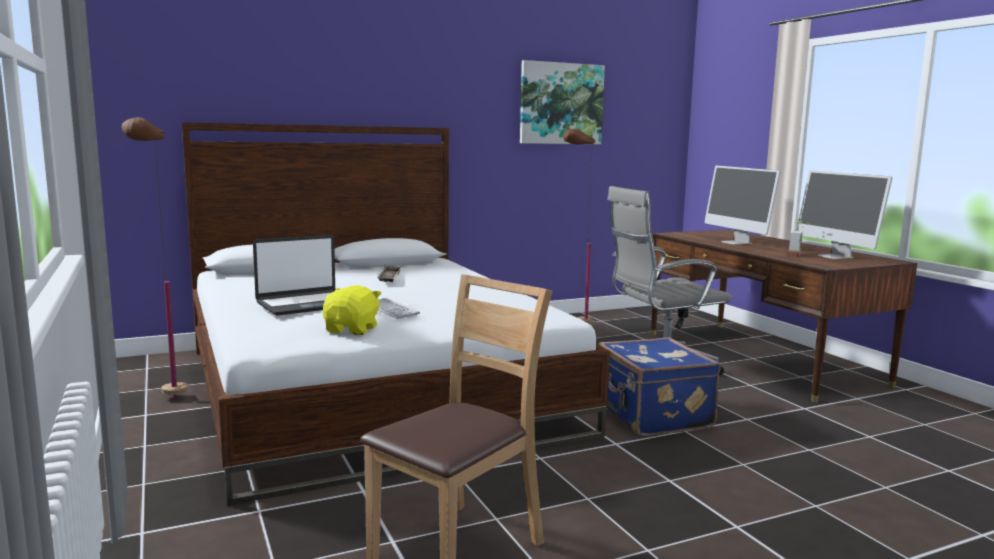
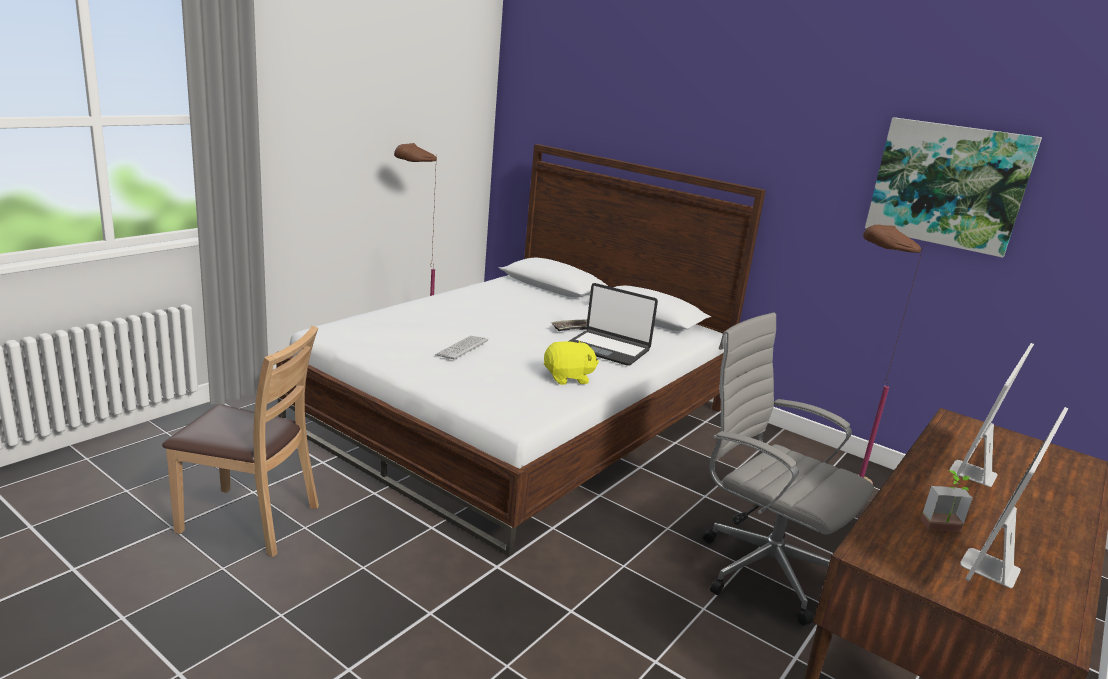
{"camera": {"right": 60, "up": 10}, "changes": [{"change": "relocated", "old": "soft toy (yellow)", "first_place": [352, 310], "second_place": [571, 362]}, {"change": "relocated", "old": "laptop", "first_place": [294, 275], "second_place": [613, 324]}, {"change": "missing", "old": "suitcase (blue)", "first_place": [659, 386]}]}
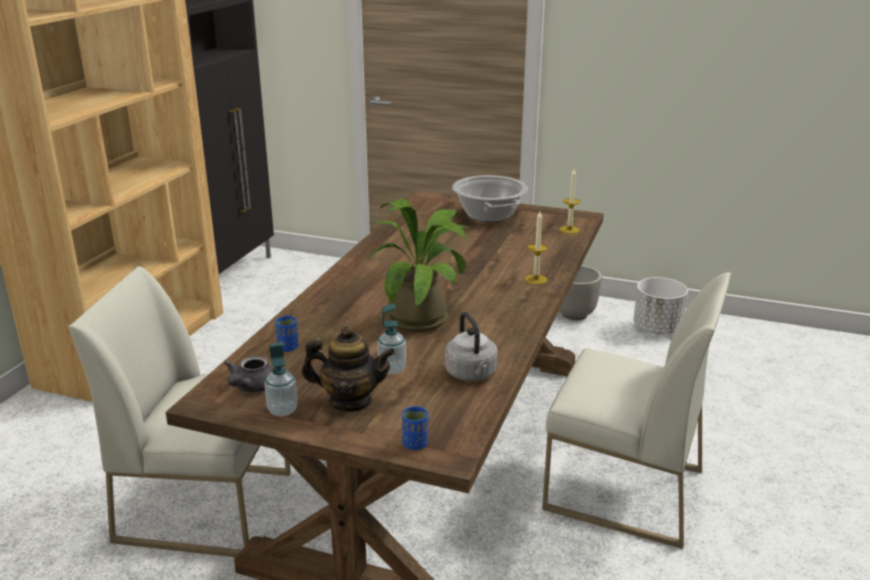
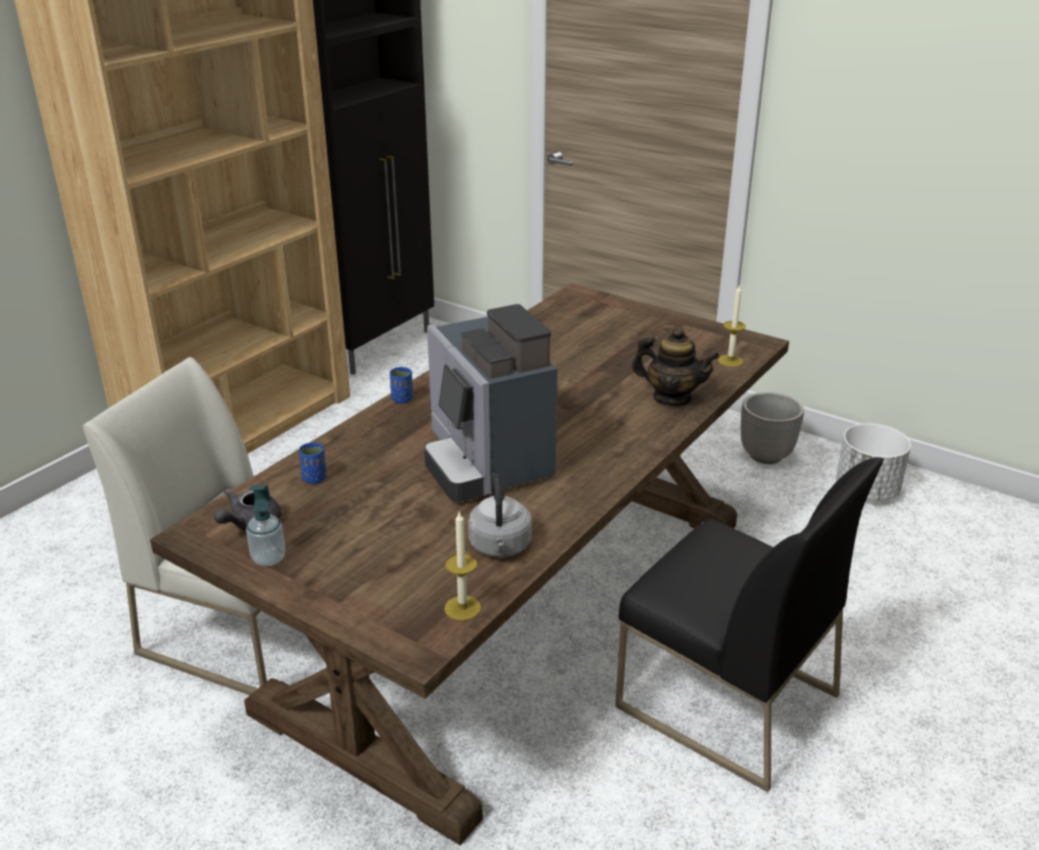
{"camera": {"right": 15, "up": 5}, "changes": [{"change": "relocated", "old": "cup (blue)", "first_place": [415, 428], "second_place": [401, 385]}, {"change": "exchanged", "old": "houseplant", "new": "coffee brewer", "first_place": [417, 265], "second_place": [491, 403]}, {"change": "relocated", "old": "candle", "first_place": [536, 248], "second_place": [462, 566]}, {"change": "colour", "old": "chair (whitish)", "new": "chair (black)", "first_place": [636, 410], "second_place": [749, 624]}, {"change": "relocated", "old": "tea pot", "first_place": [348, 368], "second_place": [675, 366]}, {"change": "missing", "old": "soap bottle", "first_place": [391, 338]}, {"change": "missing", "old": "cooking pot", "first_place": [490, 198]}]}
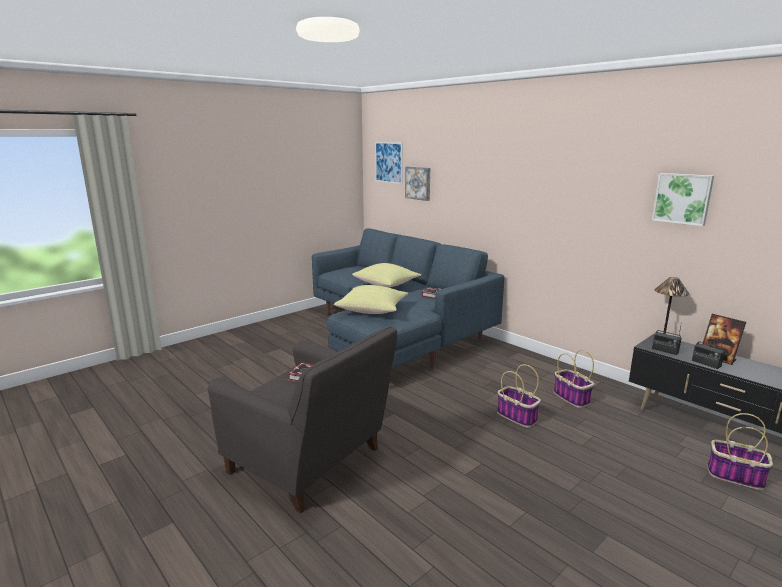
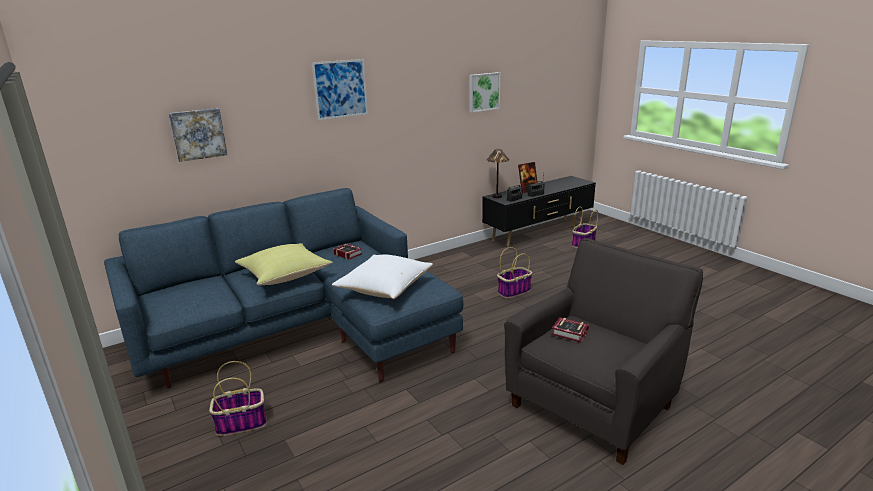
{"camera": {"right": -80, "up": 5}, "changes": [{"change": "relocated", "old": "storage basket", "first_place": [574, 379], "second_place": [238, 398]}, {"change": "relocated", "old": "wall art", "first_place": [389, 163], "second_place": [340, 89]}, {"change": "colour", "old": "pillow (yellow)", "new": "pillow (whitish)", "first_place": [371, 299], "second_place": [382, 277]}]}
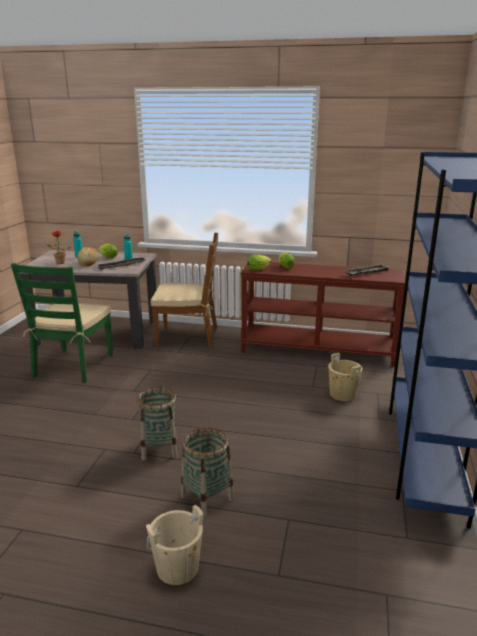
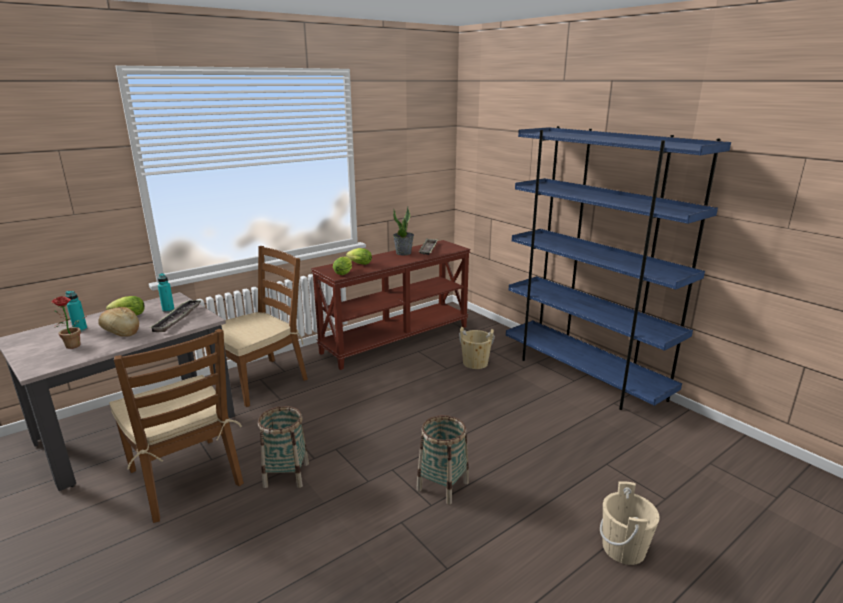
{"camera": {"right": -50, "up": 0}, "changes": [{"change": "colour", "old": "chair (green-coloured)", "new": "chair (brown)", "first_place": [62, 323], "second_place": [176, 426]}, {"change": "relocated", "old": "storage basket", "first_place": [207, 472], "second_place": [283, 447]}, {"change": "appeared", "new": "houseplant", "second_place": [403, 231]}]}
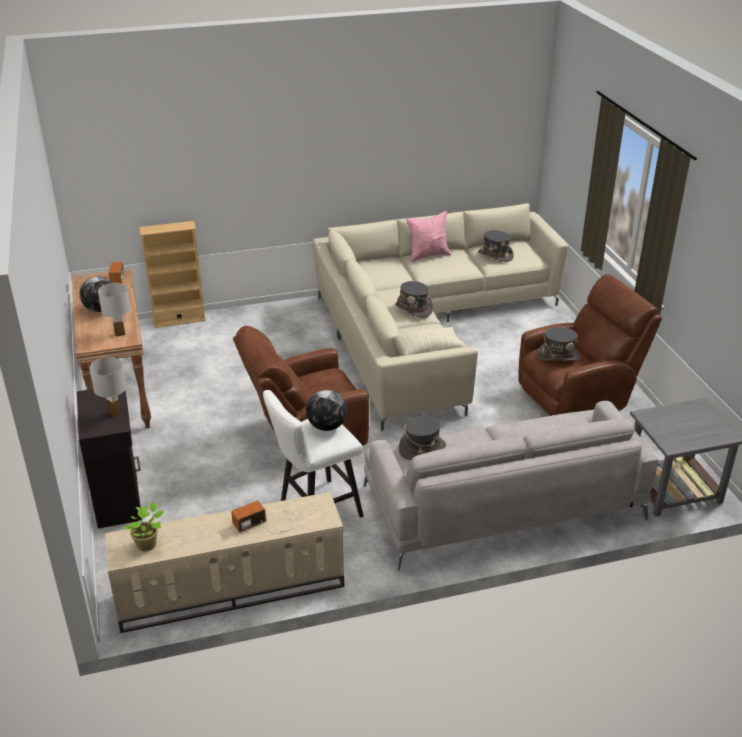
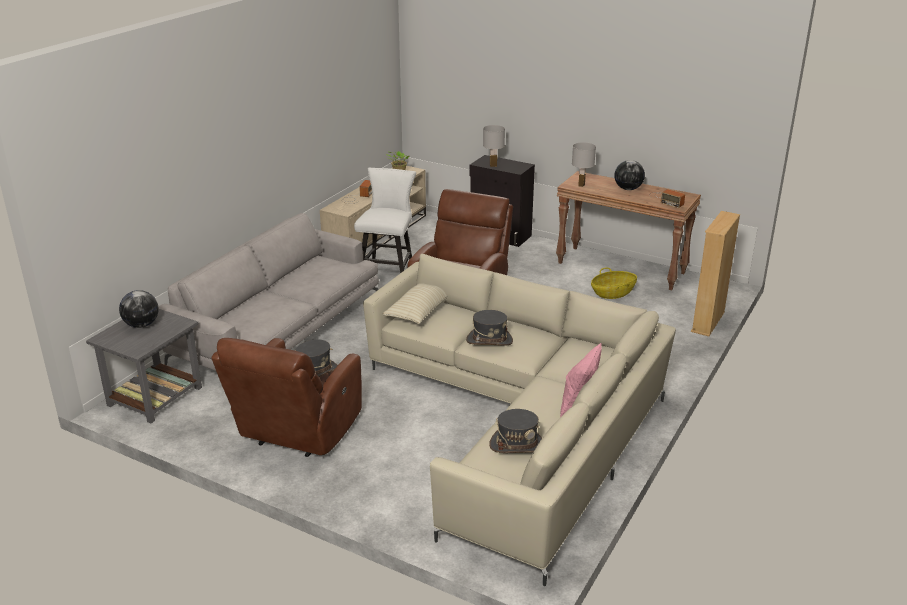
{"camera": {"right": 135, "up": -5}, "changes": [{"change": "relocated", "old": "desk globe", "first_place": [326, 410], "second_place": [139, 309]}, {"change": "appeared", "new": "storage basket", "second_place": [614, 283]}, {"change": "missing", "old": "hat (gray)", "first_place": [422, 438]}]}
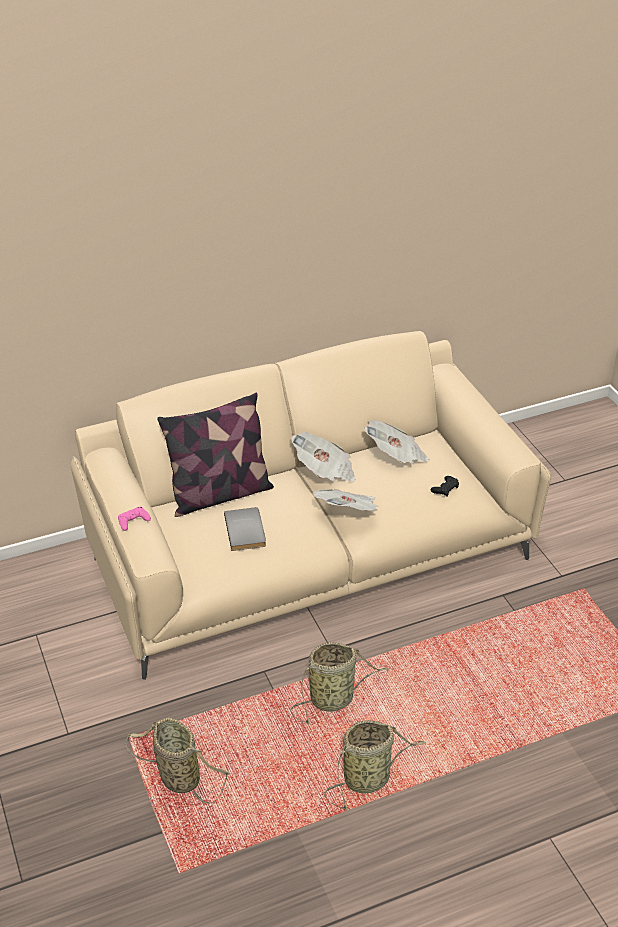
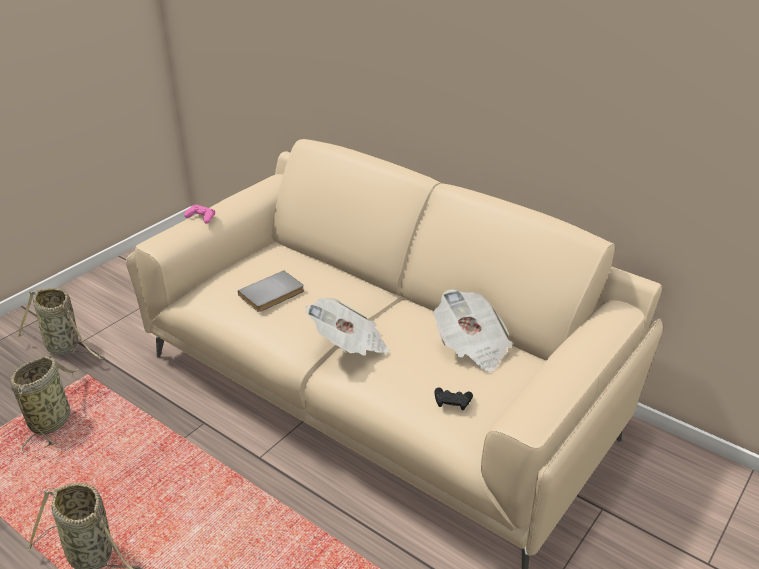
{"camera": {"right": 60, "up": -5}, "changes": [{"change": "relocated", "old": "storage basket", "first_place": [340, 683], "second_place": [61, 323]}, {"change": "missing", "old": "pillow", "first_place": [215, 455]}, {"change": "missing", "old": "printed paper", "first_place": [323, 456]}]}
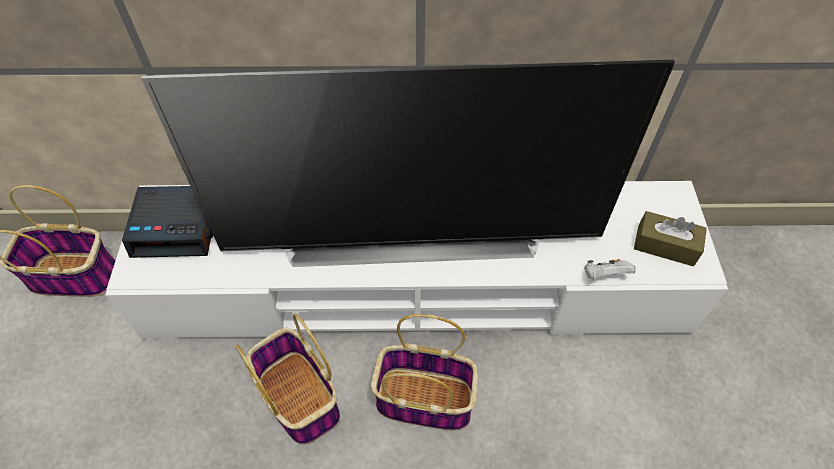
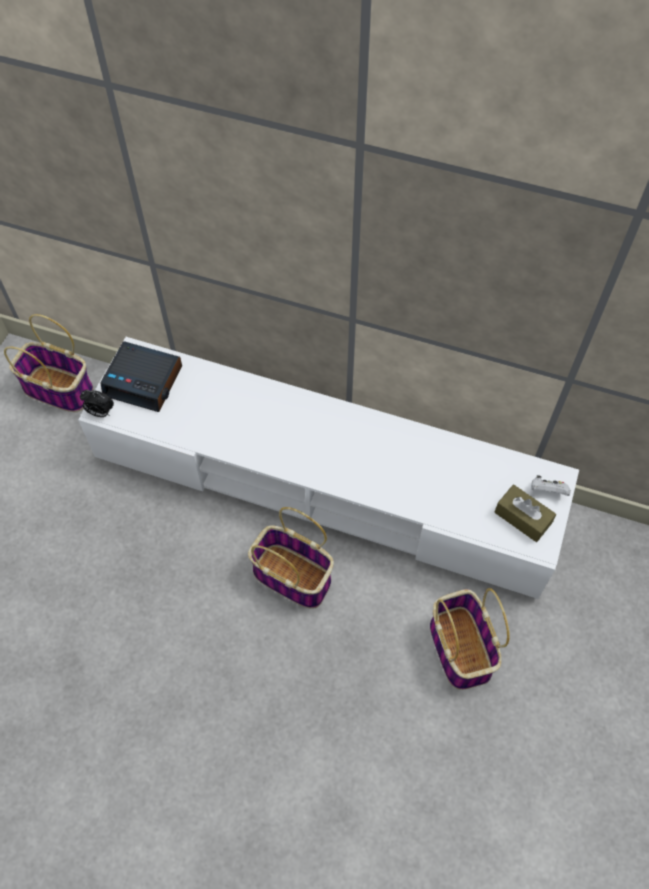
{"camera": {"right": 20, "up": 5}, "changes": [{"change": "appeared", "new": "table clock", "second_place": [97, 403]}, {"change": "relocated", "old": "storage basket", "first_place": [288, 379], "second_place": [470, 639]}, {"change": "relocated", "old": "joypad (whitish)", "first_place": [610, 269], "second_place": [551, 485]}, {"change": "missing", "old": "TV", "first_place": [408, 163]}]}
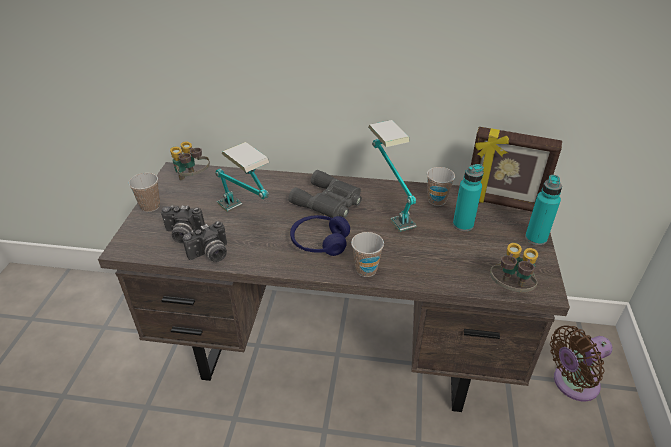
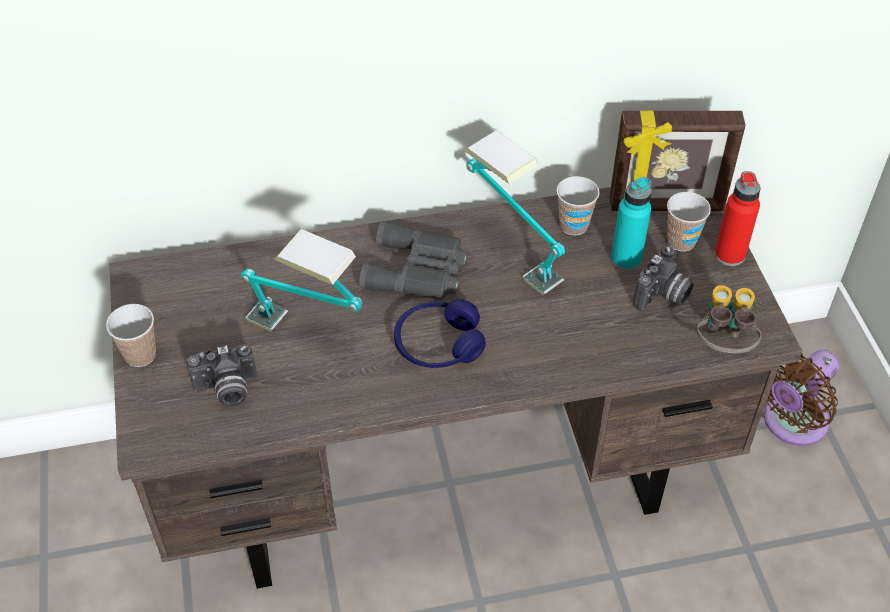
{"camera": {"right": -20, "up": 10}, "changes": [{"change": "relocated", "old": "still camera", "first_place": [205, 241], "second_place": [663, 278]}, {"change": "relocated", "old": "cup", "first_place": [367, 254], "second_place": [689, 221]}, {"change": "colour", "old": "beverage bottle (blue-green)", "new": "beverage bottle (red)", "first_place": [543, 210], "second_place": [738, 218]}, {"change": "missing", "old": "field glasses", "first_place": [190, 160]}]}
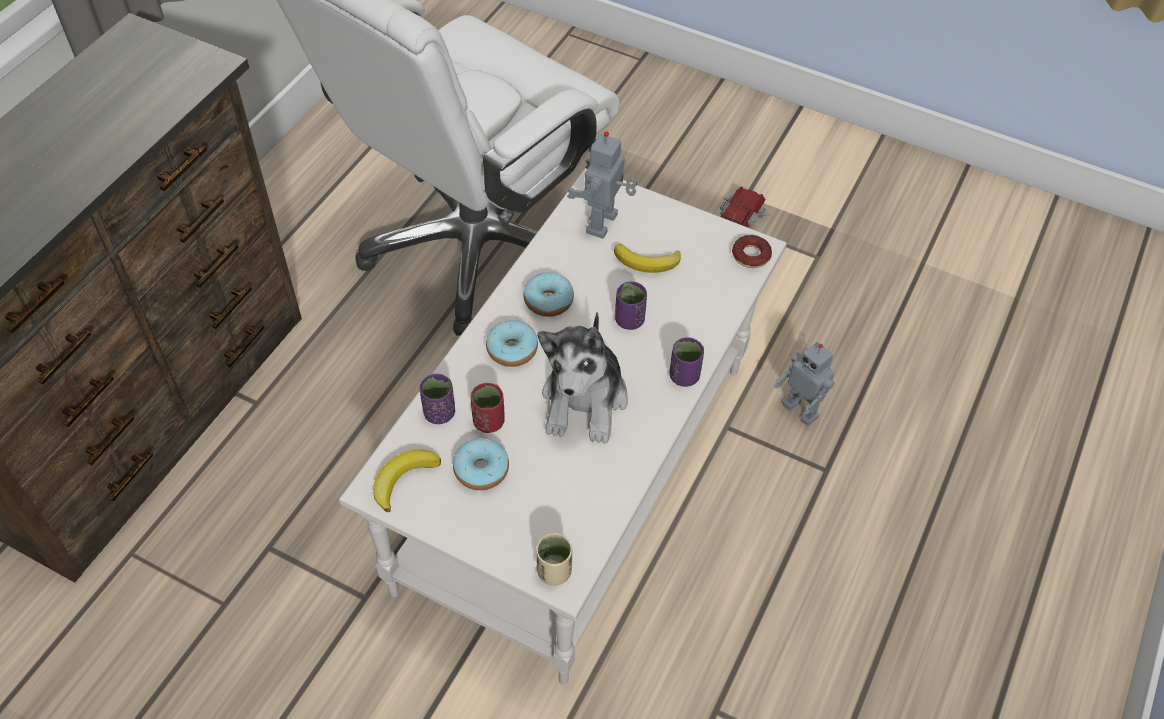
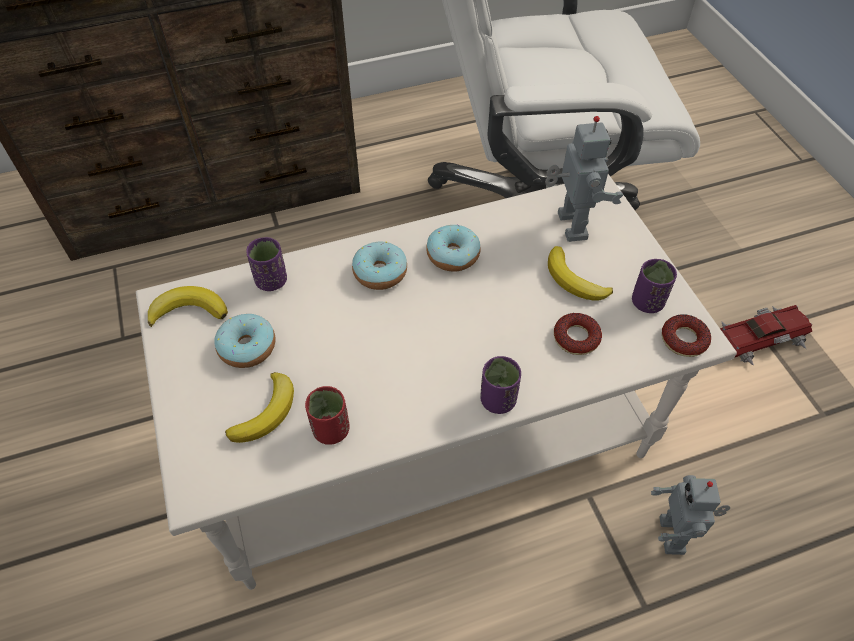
{"camera": {"right": 45, "up": 0}, "changes": [{"change": "appeared", "new": "banana", "second_place": [259, 407]}, {"change": "relocated", "old": "cup (red)", "first_place": [487, 408], "second_place": [327, 415]}, {"change": "spun", "old": "robot figure", "first_place": [602, 185], "second_place": [584, 179], "degrees": 105}, {"change": "appeared", "new": "donut", "second_place": [578, 334]}, {"change": "relocated", "old": "cup (purple)", "first_place": [631, 305], "second_place": [654, 286]}, {"change": "missing", "old": "cup (beige-coloured)", "first_place": [554, 559]}, {"change": "missing", "old": "soft toy", "first_place": [582, 378]}]}
